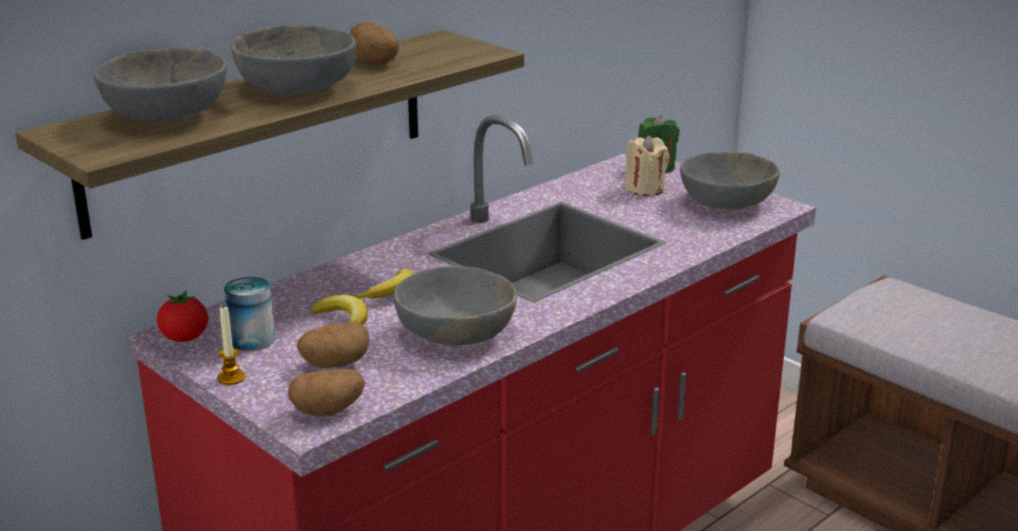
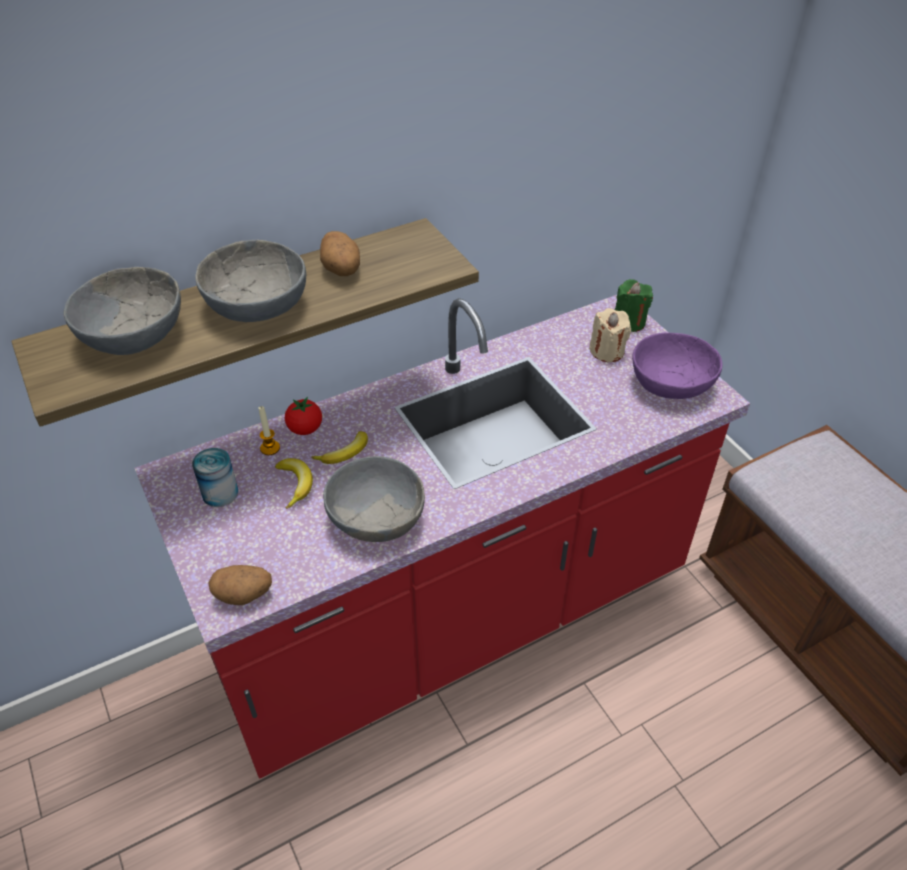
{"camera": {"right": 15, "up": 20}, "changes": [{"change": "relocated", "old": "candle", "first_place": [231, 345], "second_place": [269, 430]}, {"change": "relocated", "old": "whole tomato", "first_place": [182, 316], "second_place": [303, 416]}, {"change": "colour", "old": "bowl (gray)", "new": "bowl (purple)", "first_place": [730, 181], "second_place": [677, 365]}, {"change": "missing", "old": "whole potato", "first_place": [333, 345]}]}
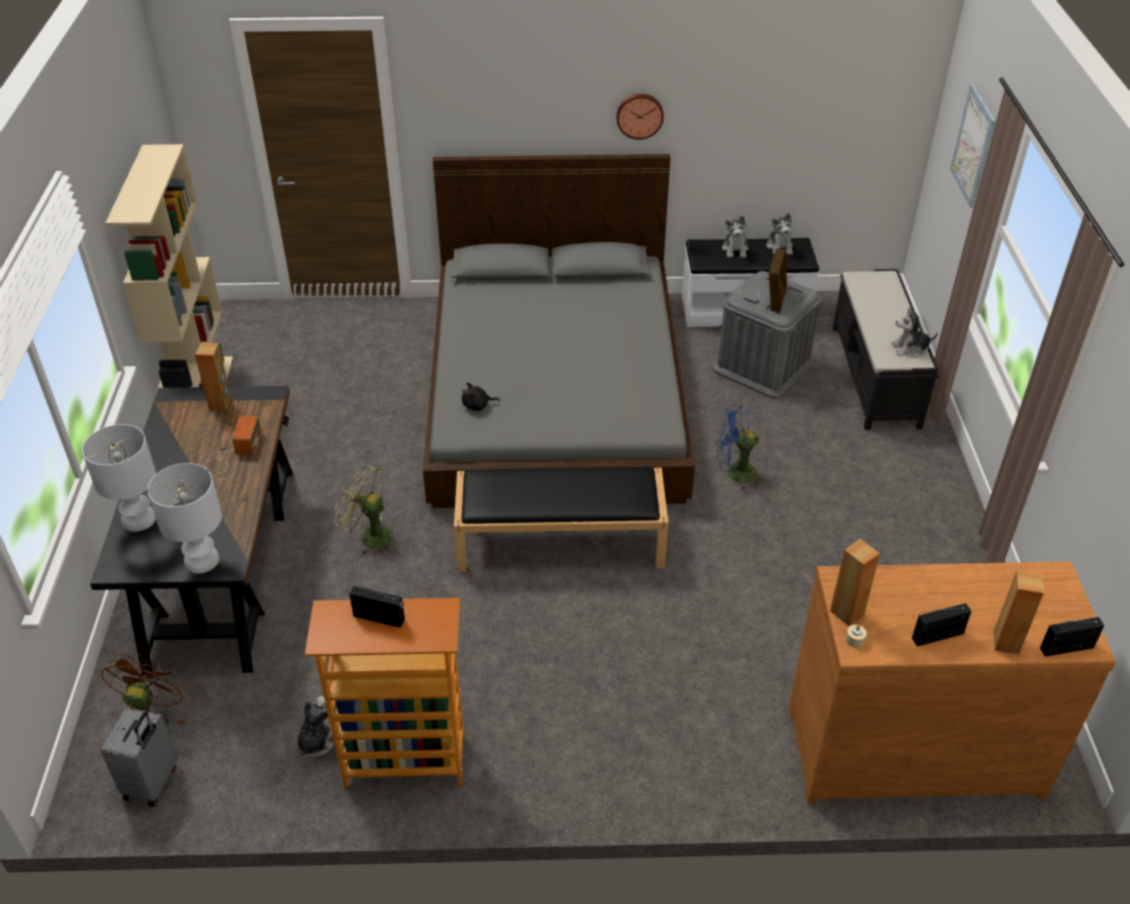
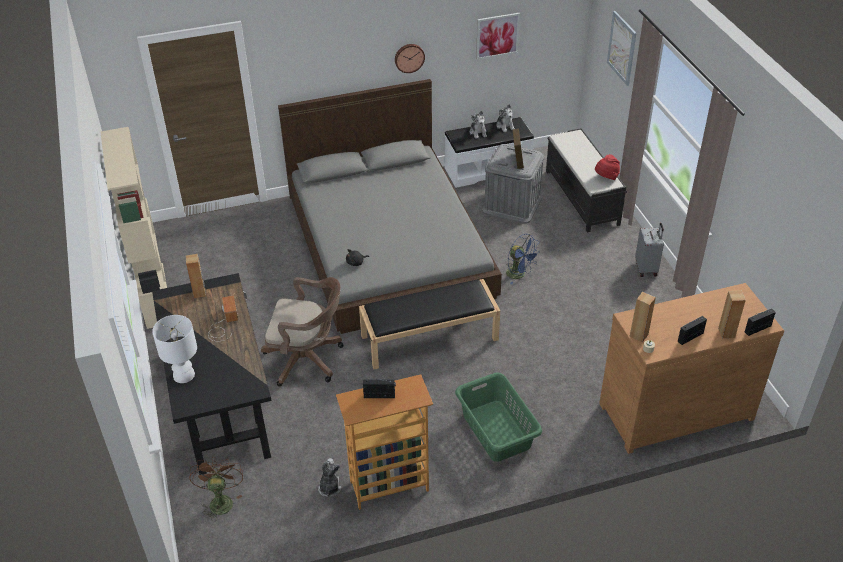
{"camera": {"right": -15, "up": 0}, "changes": [{"change": "exchanged", "old": "electric fan (green-coloured)", "new": "computer chair (brown)", "first_place": [365, 510], "second_place": [302, 331]}, {"change": "appeared", "new": "laundry basket (green-coloured)", "second_place": [498, 417]}, {"change": "appeared", "new": "wall art", "second_place": [498, 36]}, {"change": "spun", "old": "electric fan (blue)", "first_place": [741, 448], "second_place": [522, 259], "degrees": -120}, {"change": "exchanged", "old": "soft toy", "new": "hat (red)", "first_place": [915, 333], "second_place": [607, 167]}, {"change": "relocated", "old": "suitcase (gray)", "first_place": [139, 757], "second_place": [649, 250]}, {"change": "missing", "old": "lamp for a table (whitish)", "first_place": [184, 518]}]}
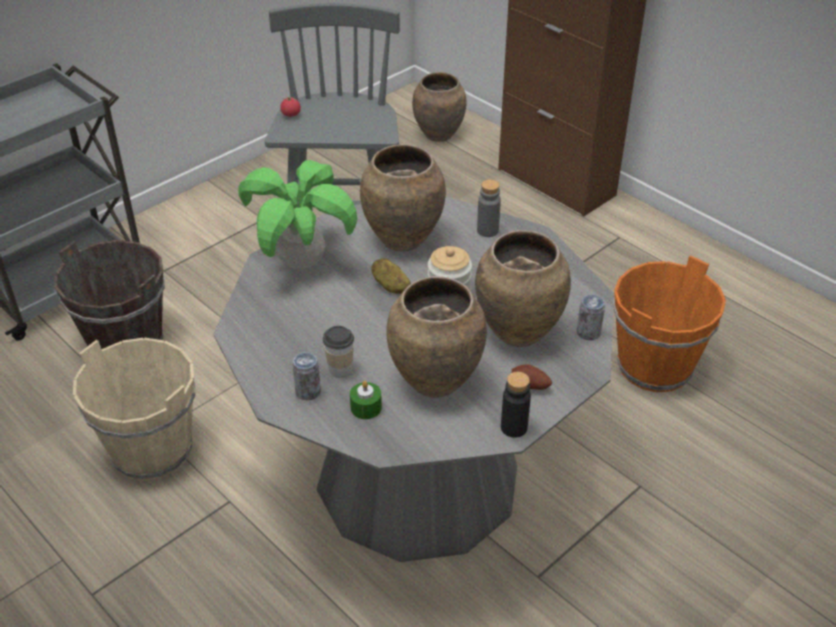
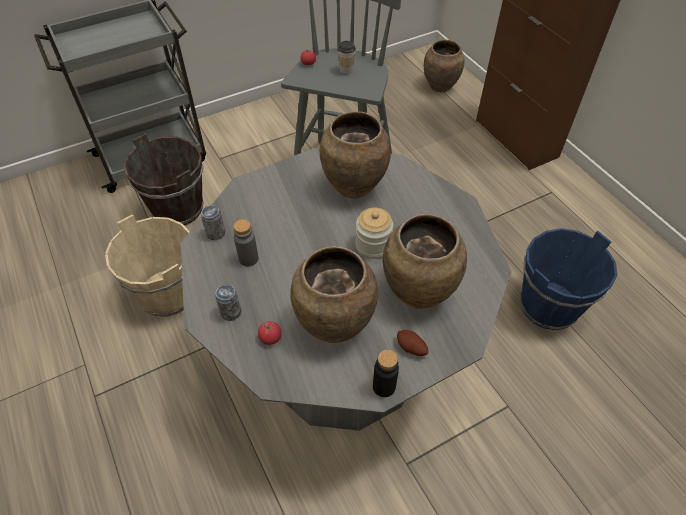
{"camera": {"right": 15, "up": 10}, "changes": [{"change": "relocated", "old": "sealed can", "first_place": [591, 317], "second_place": [213, 222]}, {"change": "relocated", "old": "beverage bottle (gray)", "first_place": [489, 208], "second_place": [245, 242]}, {"change": "exchanged", "old": "candle (green-coloured)", "new": "whole tomato", "first_place": [366, 400], "second_place": [270, 333]}, {"change": "relocated", "old": "cup", "first_place": [338, 352], "second_place": [346, 57]}, {"change": "colour", "old": "water bucket (orange-coloured)", "new": "water bucket (blue)", "first_place": [669, 323], "second_place": [568, 279]}, {"change": "missing", "old": "houseplant", "first_place": [297, 214]}, {"change": "missing", "old": "whole potato", "first_place": [391, 276]}]}
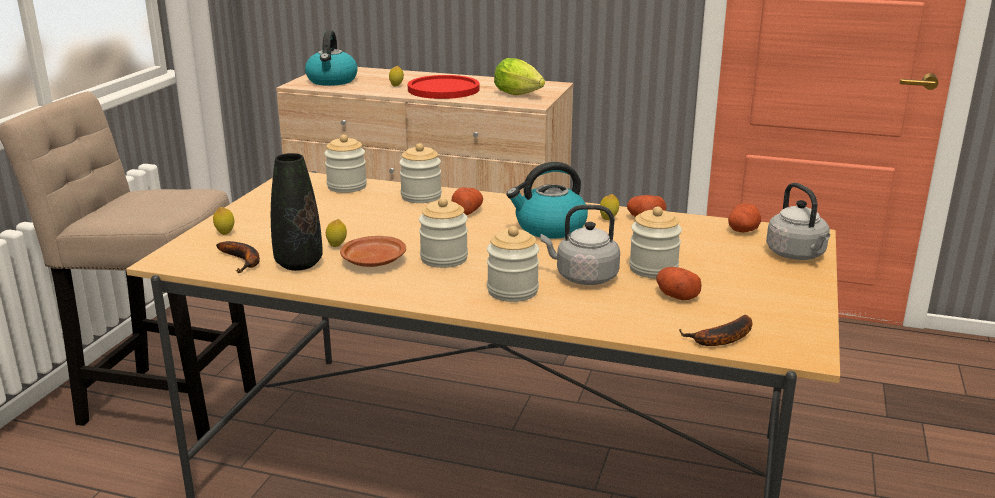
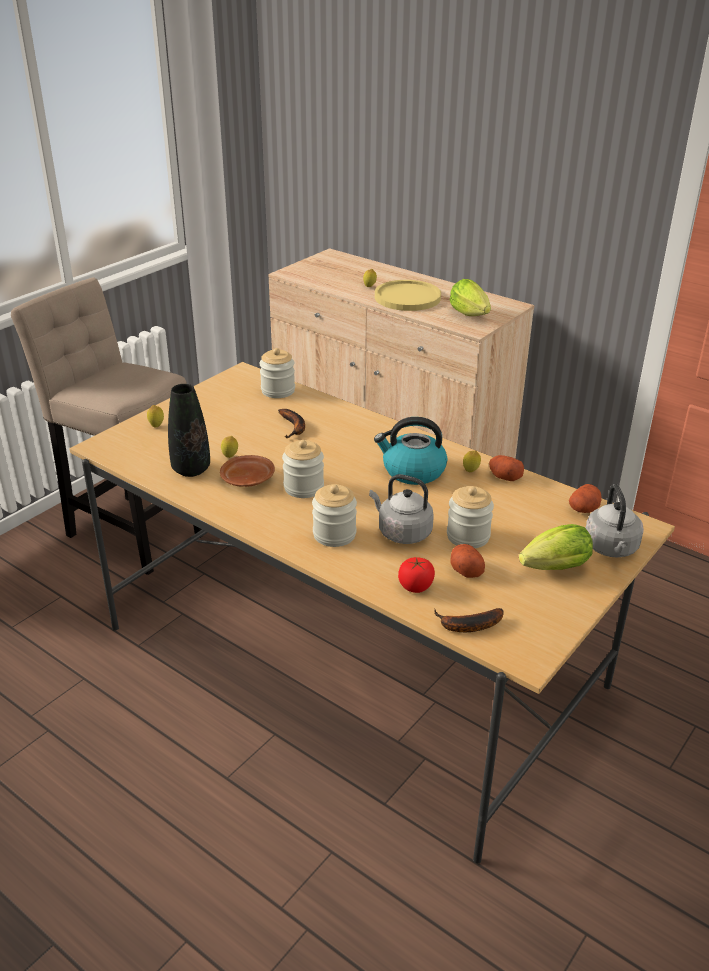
{"camera": {"right": 20, "up": 10}, "changes": [{"change": "relocated", "old": "banana", "first_place": [238, 257], "second_place": [291, 423]}, {"change": "colour", "old": "plate (red)", "new": "plate (yellow)", "first_place": [444, 87], "second_place": [408, 295]}, {"change": "appeared", "new": "whole tomato", "second_place": [416, 575]}, {"change": "appeared", "new": "lettuce", "second_place": [556, 547]}, {"change": "missing", "old": "tea kettle", "first_place": [331, 58]}, {"change": "missing", "old": "storage jar", "first_place": [420, 173]}, {"change": "missing", "old": "whole potato", "first_place": [467, 201]}]}
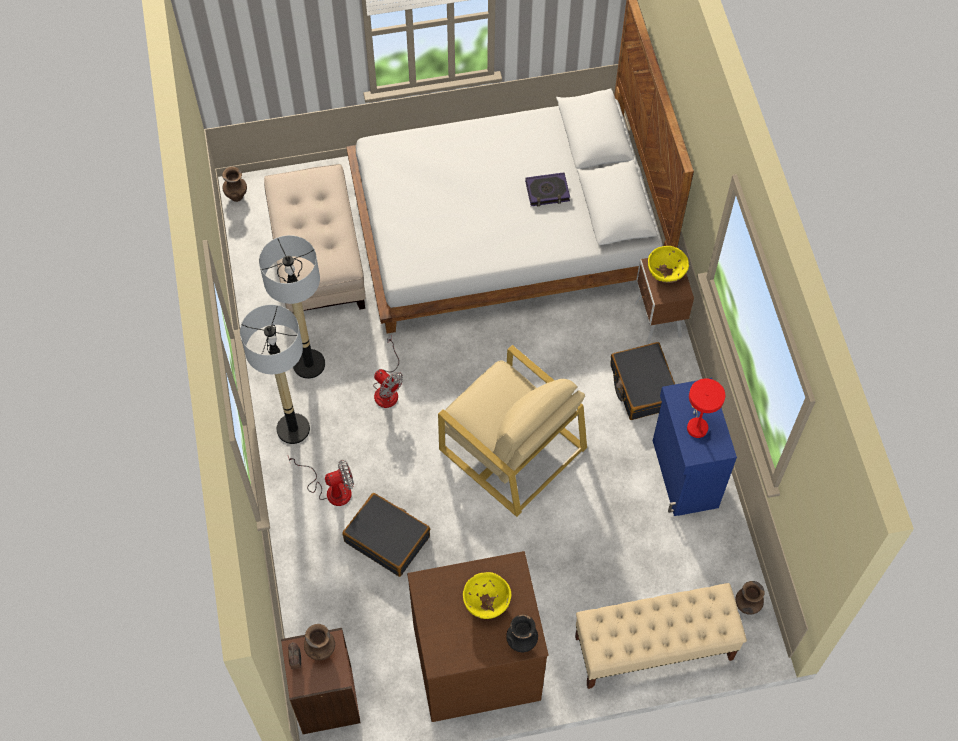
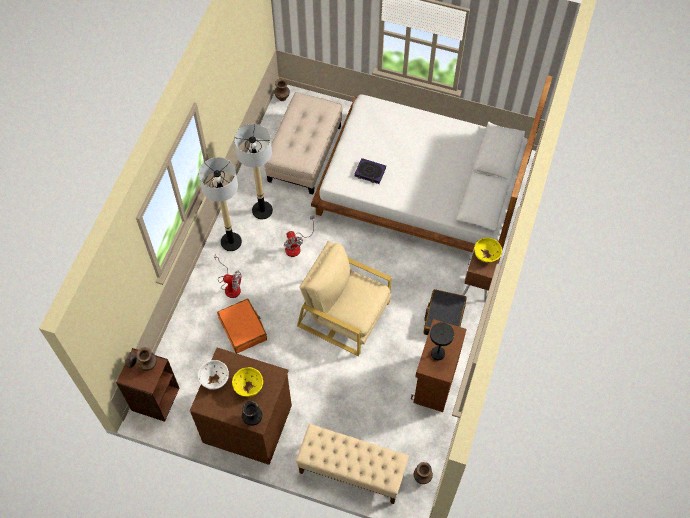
{"camera": {"right": 30, "up": 0}, "changes": [{"change": "appeared", "new": "bowl (whitish)", "second_place": [213, 375]}, {"change": "colour", "old": "suitcase (black)", "new": "suitcase (orange-coloured)", "first_place": [386, 535], "second_place": [242, 326]}, {"change": "spun", "old": "armchair (beige-coloured)", "first_place": [512, 431], "second_place": [344, 298], "degrees": 135}, {"change": "relocated", "old": "volume", "first_place": [547, 189], "second_place": [370, 171]}, {"change": "colour", "old": "cabinet (blue)", "new": "cabinet (brown)", "first_place": [695, 447], "second_place": [439, 365]}, {"change": "colour", "old": "lamp for a table (red)", "new": "lamp for a table (black)", "first_place": [706, 408], "second_place": [442, 341]}]}
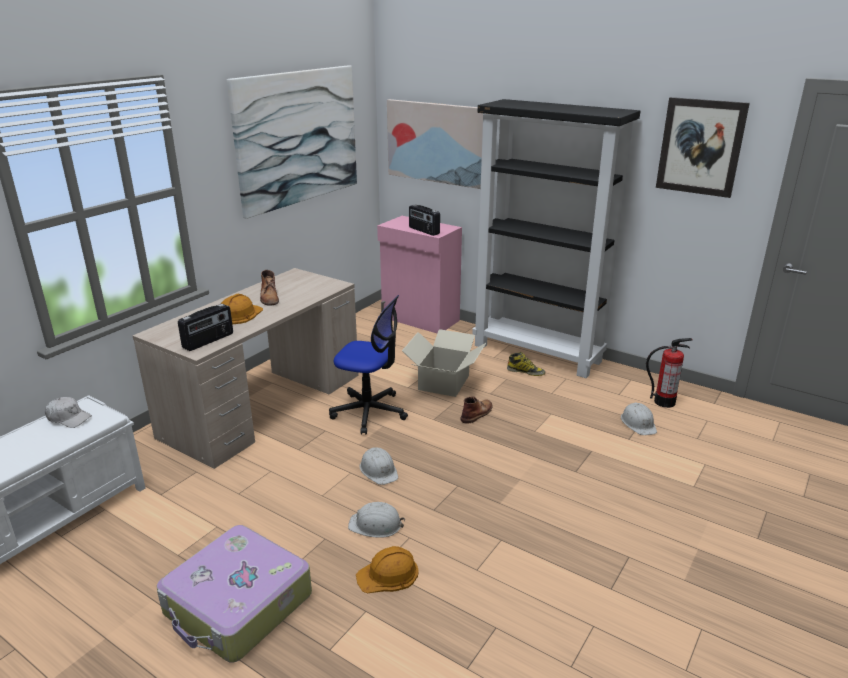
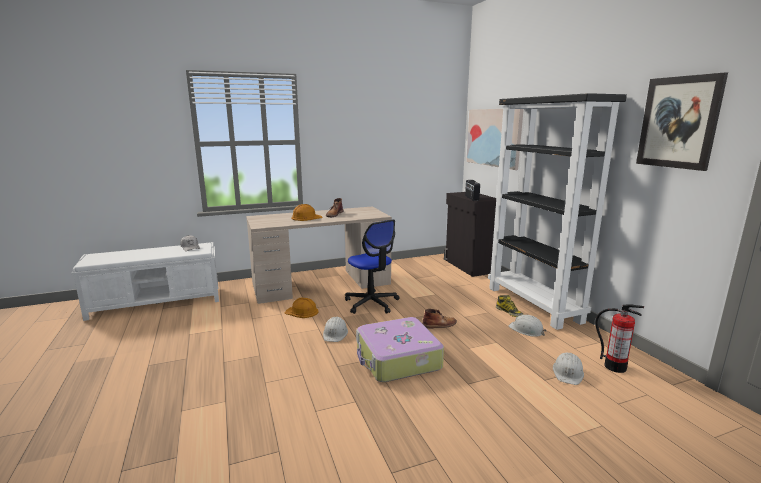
{"camera": {"right": 35, "up": -10}, "changes": [{"change": "relocated", "old": "hard hat (orange-coloured)", "first_place": [387, 569], "second_place": [301, 308]}, {"change": "relocated", "old": "suitcase", "first_place": [234, 594], "second_place": [400, 349]}, {"change": "colour", "old": "cabinet (pinkish)", "new": "cabinet (black)", "first_place": [419, 274], "second_place": [470, 234]}, {"change": "relocated", "old": "hard hat (whitish)", "first_place": [376, 520], "second_place": [527, 326]}, {"change": "missing", "old": "radio", "first_place": [205, 327]}, {"change": "missing", "old": "wall art", "first_place": [292, 142]}, {"change": "missing", "old": "cardboard box", "first_place": [444, 363]}]}
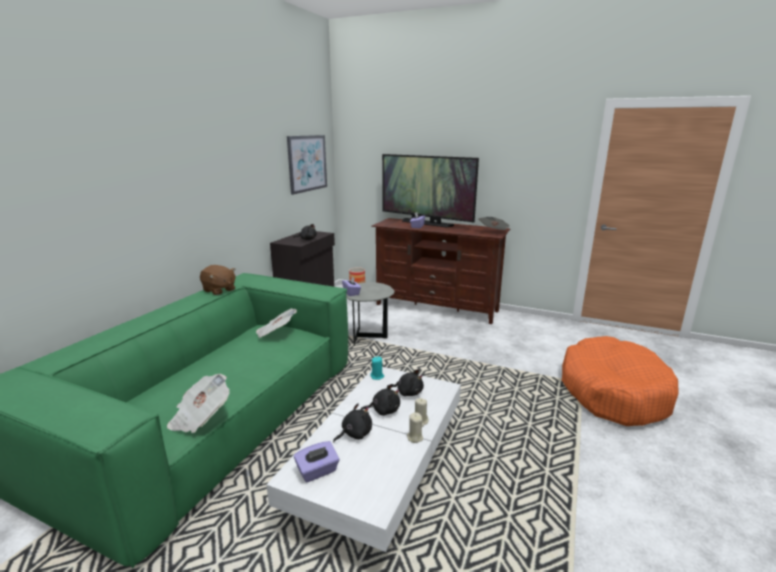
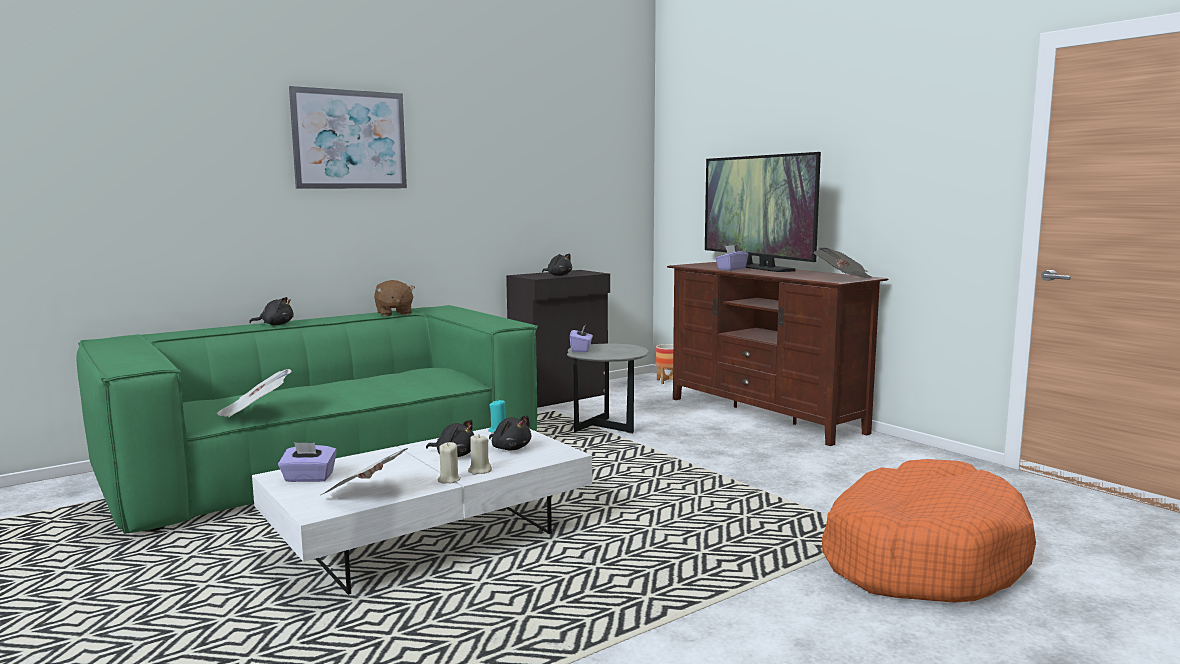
{"camera": {"right": 30, "up": -10}, "changes": [{"change": "relocated", "old": "soft toy (black)", "first_place": [352, 423], "second_place": [271, 311]}, {"change": "relocated", "old": "wall art", "first_place": [307, 165], "second_place": [348, 137]}, {"change": "relocated", "old": "printed paper", "first_place": [276, 323], "second_place": [364, 471]}]}
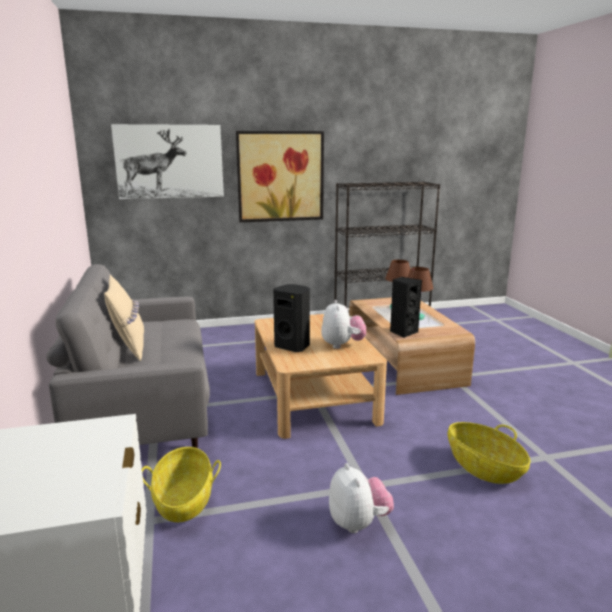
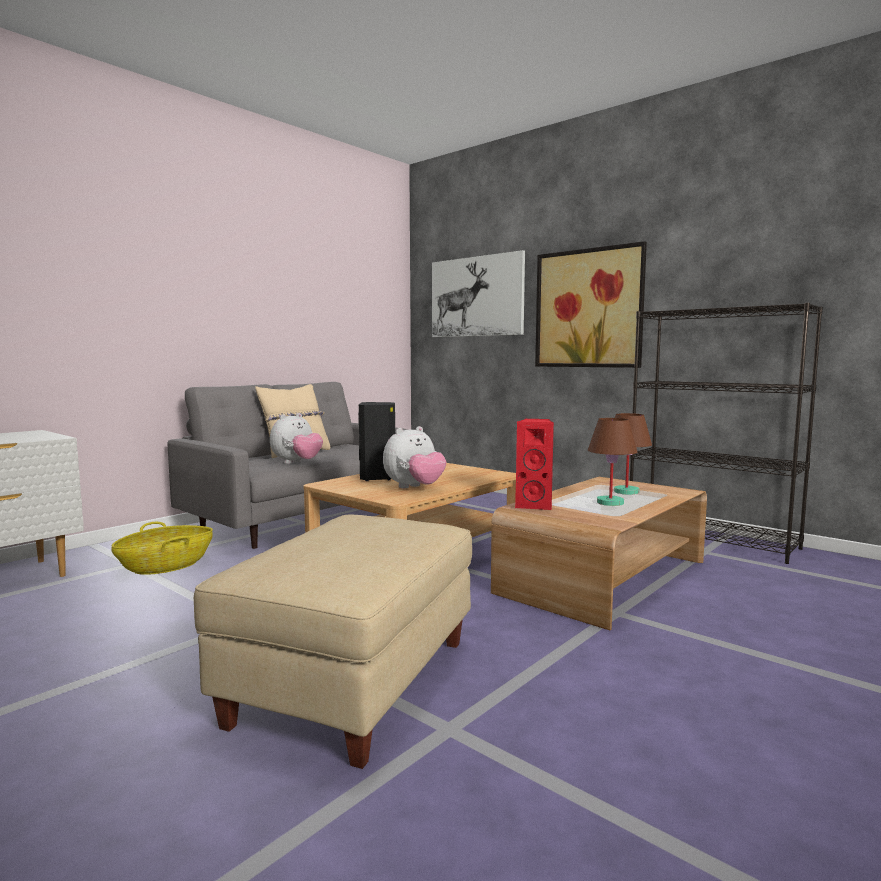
{"camera": {"right": 55, "up": -10}, "changes": [{"change": "exchanged", "old": "storage basket", "new": "footrest (beige-coloured)", "first_place": [489, 453], "second_place": [333, 642]}, {"change": "relocated", "old": "soft toy", "first_place": [361, 498], "second_place": [296, 438]}, {"change": "colour", "old": "loudspeaker (black)", "new": "loudspeaker (red)", "first_place": [406, 307], "second_place": [534, 464]}]}
